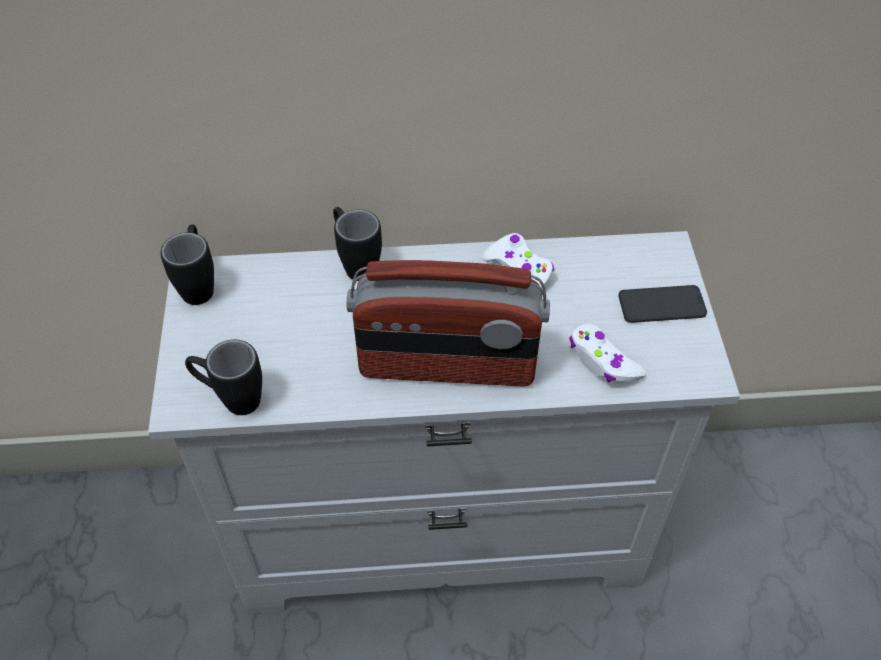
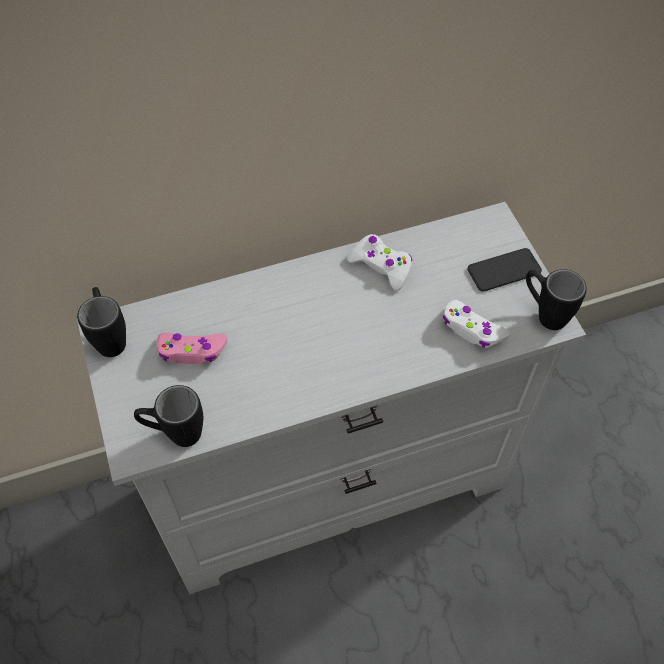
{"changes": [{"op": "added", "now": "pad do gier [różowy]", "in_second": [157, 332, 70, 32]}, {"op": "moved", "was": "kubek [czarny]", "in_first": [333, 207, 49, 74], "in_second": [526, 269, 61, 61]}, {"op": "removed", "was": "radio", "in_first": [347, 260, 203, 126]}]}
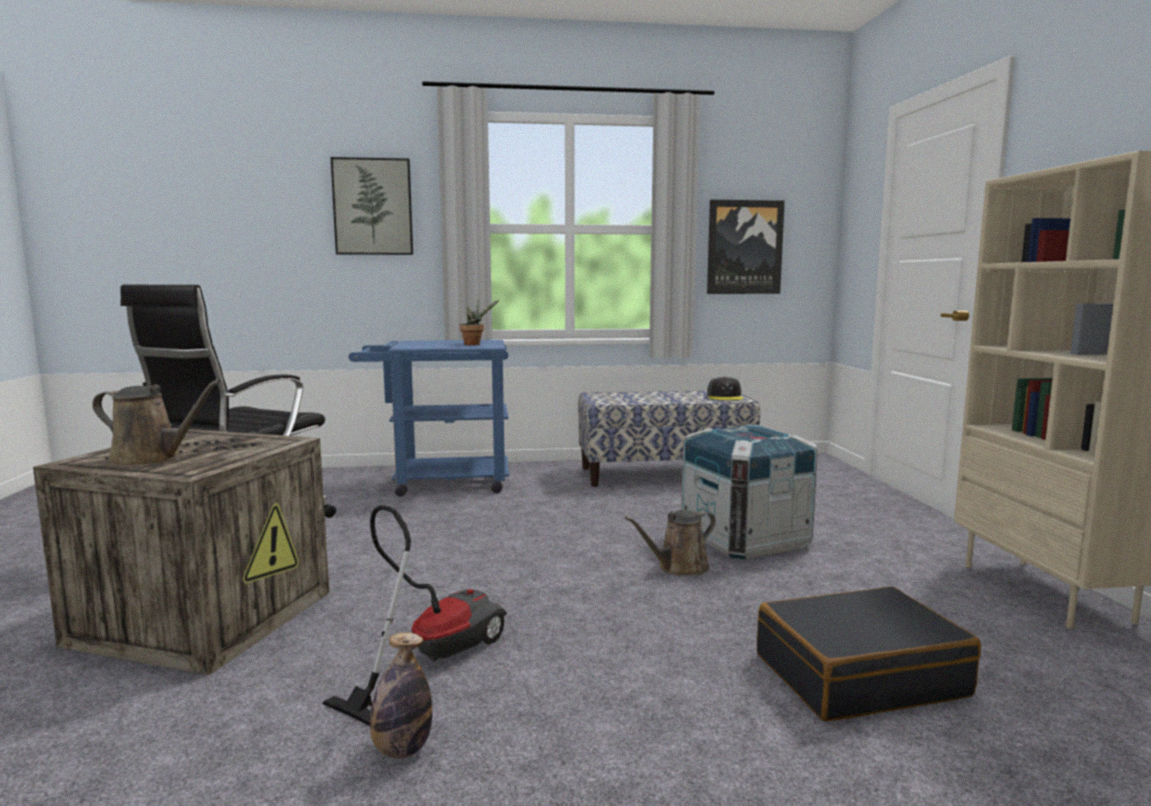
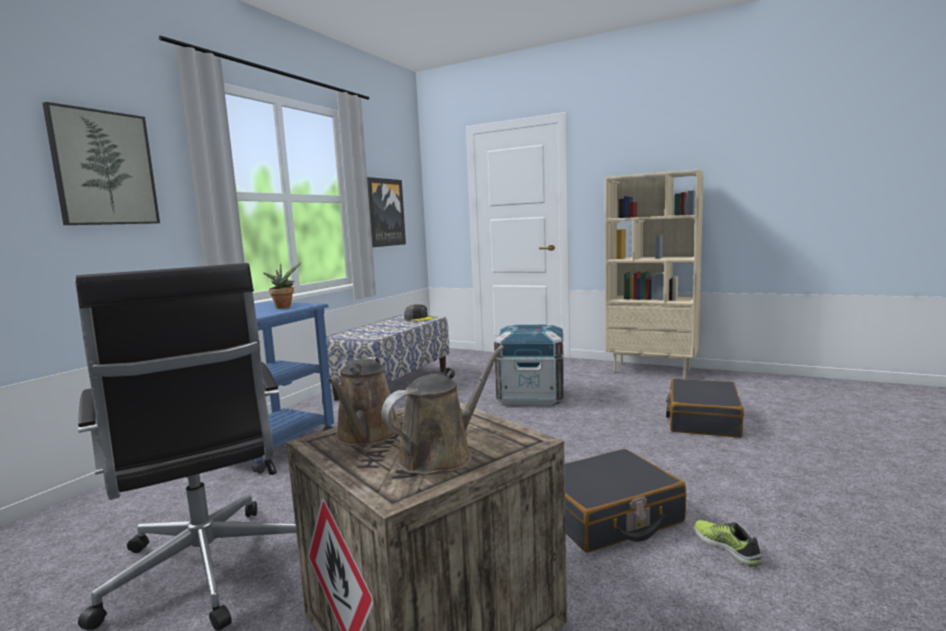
{"changes": [{"op": "moved", "was": "konewka [brązowy]", "in_first": [625, 510, 91, 66], "in_second": [327, 357, 75, 89]}, {"op": "replaced", "was": "odkurzacz", "now": "walizka [czarny]", "in_first": [322, 505, 185, 221], "in_second": [565, 449, 121, 104]}, {"op": "replaced", "was": "butelka", "now": "but", "in_first": [370, 632, 62, 127], "in_second": [694, 520, 69, 47]}]}
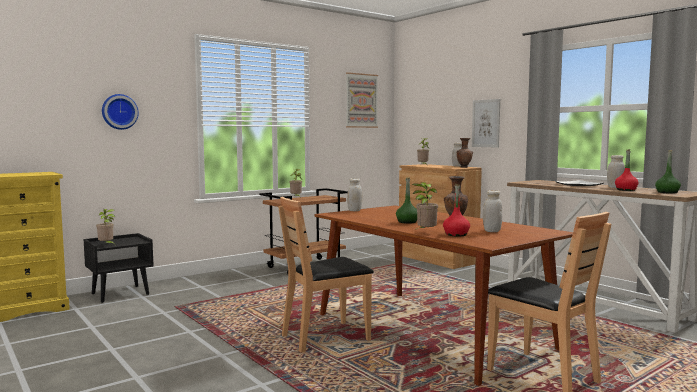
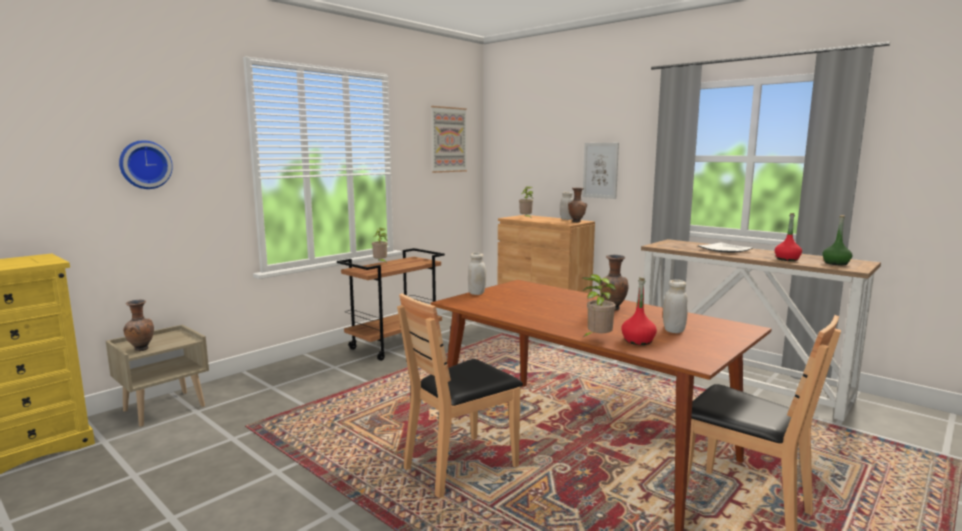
{"changes": [{"op": "recoloured", "was": "szafka nocna [czarny]", "now": "szafka nocna [beżowy]", "in_first": [84, 233, 70, 70], "in_second": [106, 325, 103, 102]}, {"op": "replaced", "was": "roślina doniczkowa", "now": "wazon [brązowy]", "in_first": [96, 209, 19, 35], "in_second": [123, 300, 31, 51]}, {"op": "removed", "was": "butelka [zielony]", "in_first": [396, 177, 21, 47]}, {"op": "removed", "was": "słoik [biały]", "in_first": [607, 155, 18, 33]}]}
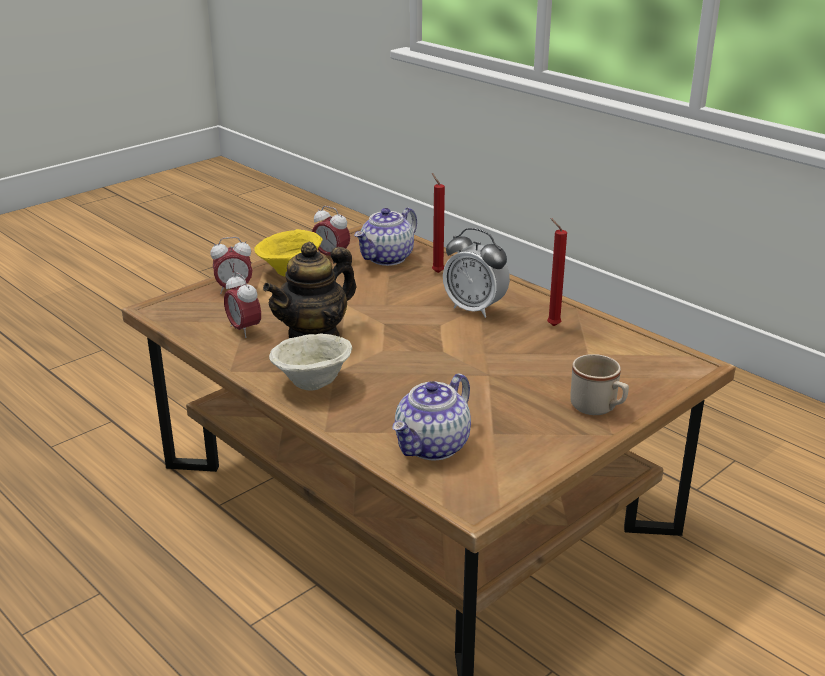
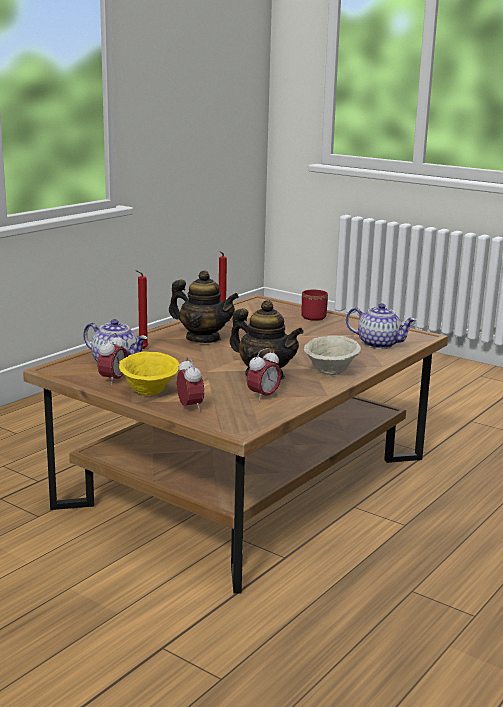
{"changes": [{"op": "replaced", "was": "budzik", "now": "imbryk", "in_first": [443, 228, 67, 90], "in_second": [169, 271, 70, 72]}, {"op": "recoloured", "was": "kubek [beżowy]", "now": "kubek [czerwony]", "in_first": [570, 354, 59, 61], "in_second": [301, 290, 27, 31]}]}
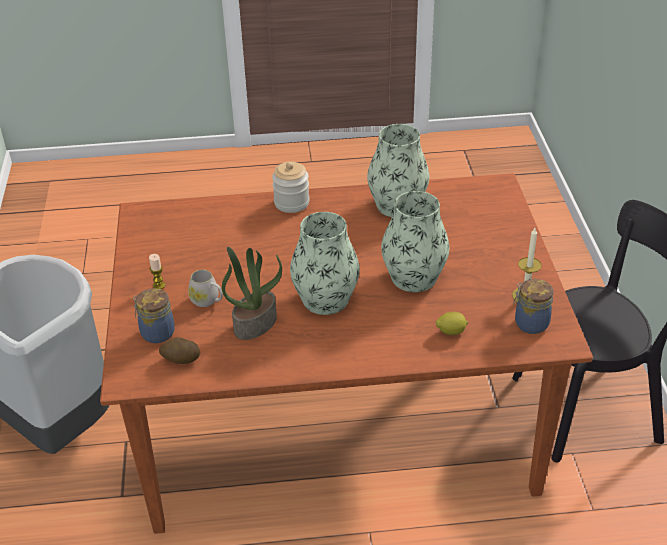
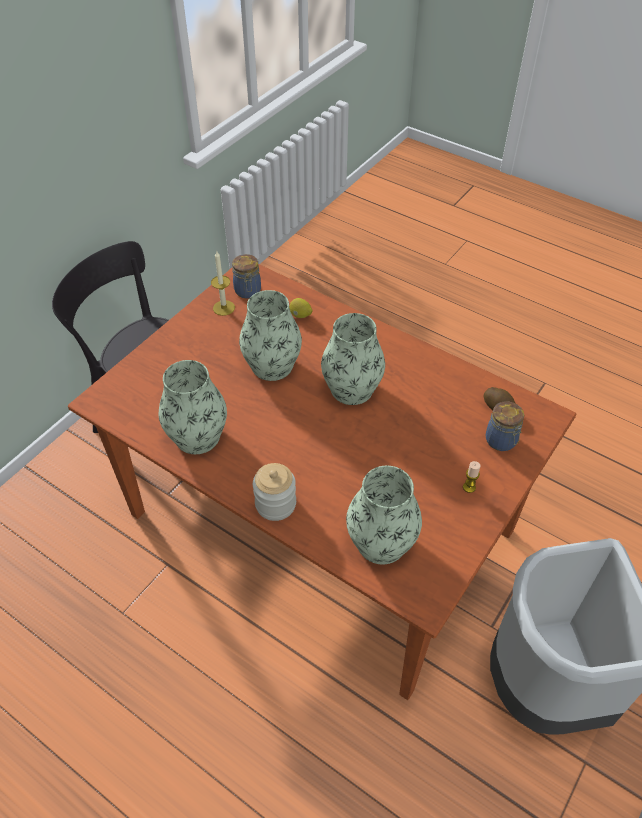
{"changes": [{"op": "added", "now": "wazon", "in_second": [346, 466, 76, 98]}, {"op": "removed", "was": "kubek [biały]", "in_first": [188, 270, 35, 37]}, {"op": "removed", "was": "roślina doniczkowa", "in_first": [222, 247, 60, 93]}]}
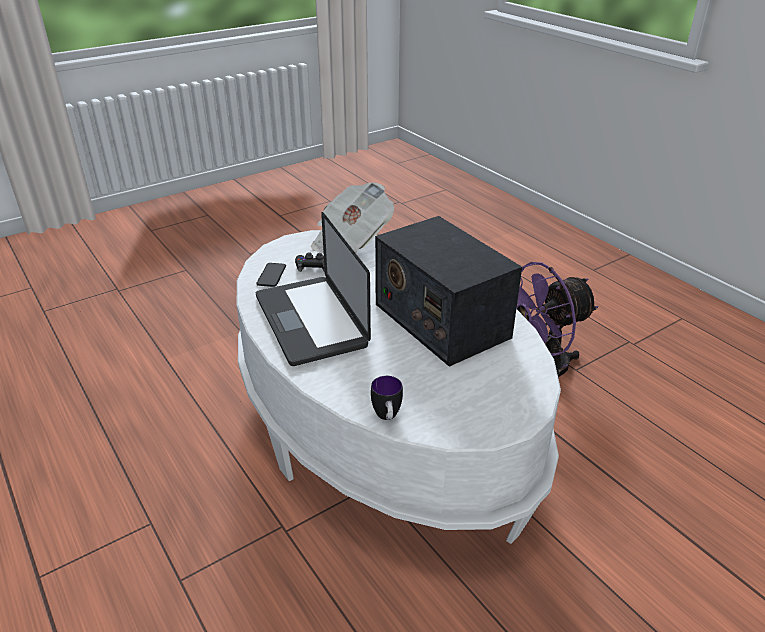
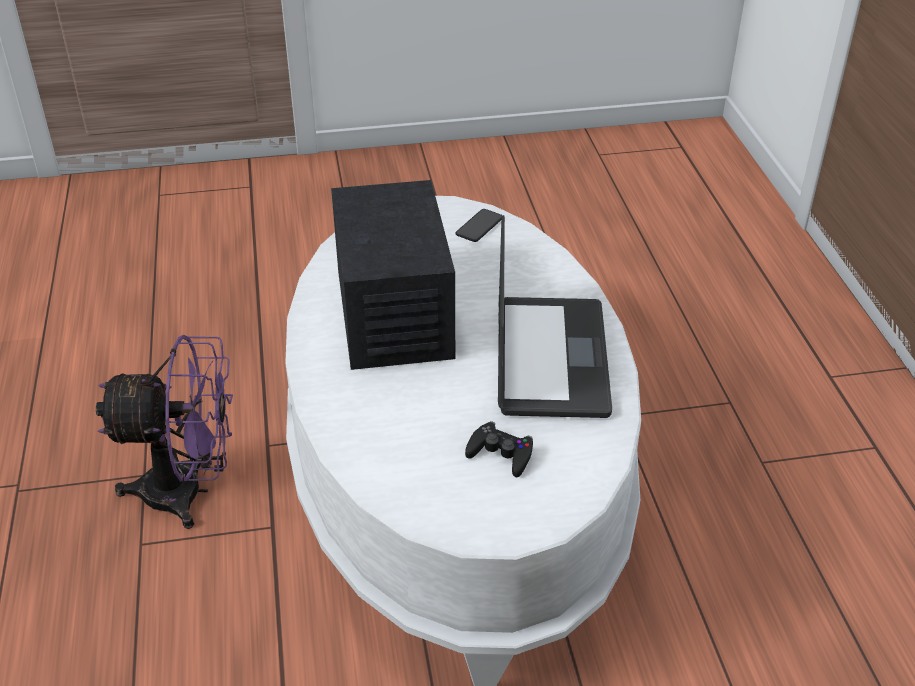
{"changes": [{"op": "moved", "was": "telefon", "in_first": [256, 263, 30, 24], "in_second": [456, 209, 47, 33]}, {"op": "removed", "was": "gazeta", "in_first": [311, 182, 83, 71]}, {"op": "removed", "was": "kubek", "in_first": [371, 376, 32, 44]}]}
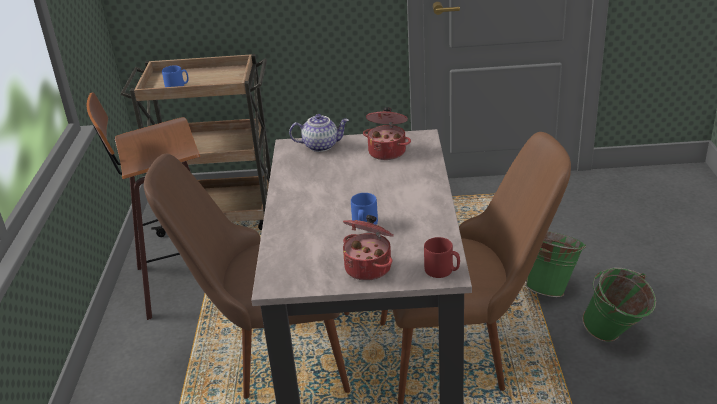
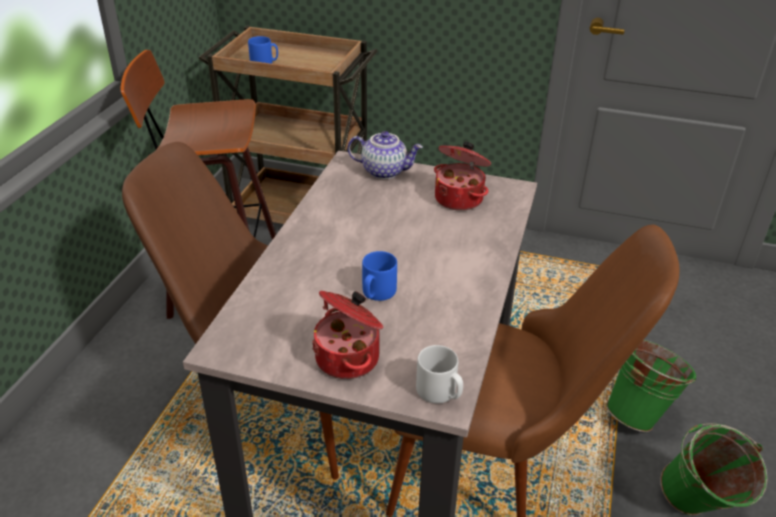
{"changes": [{"op": "recoloured", "was": "kubek [czerwony]", "now": "kubek [szary]", "in_first": [424, 237, 36, 41], "in_second": [416, 345, 47, 59]}]}
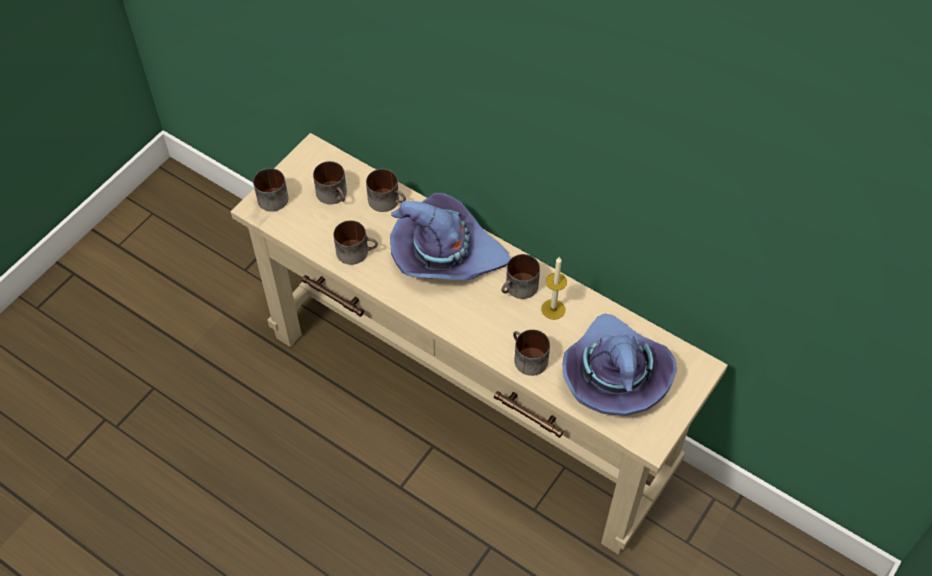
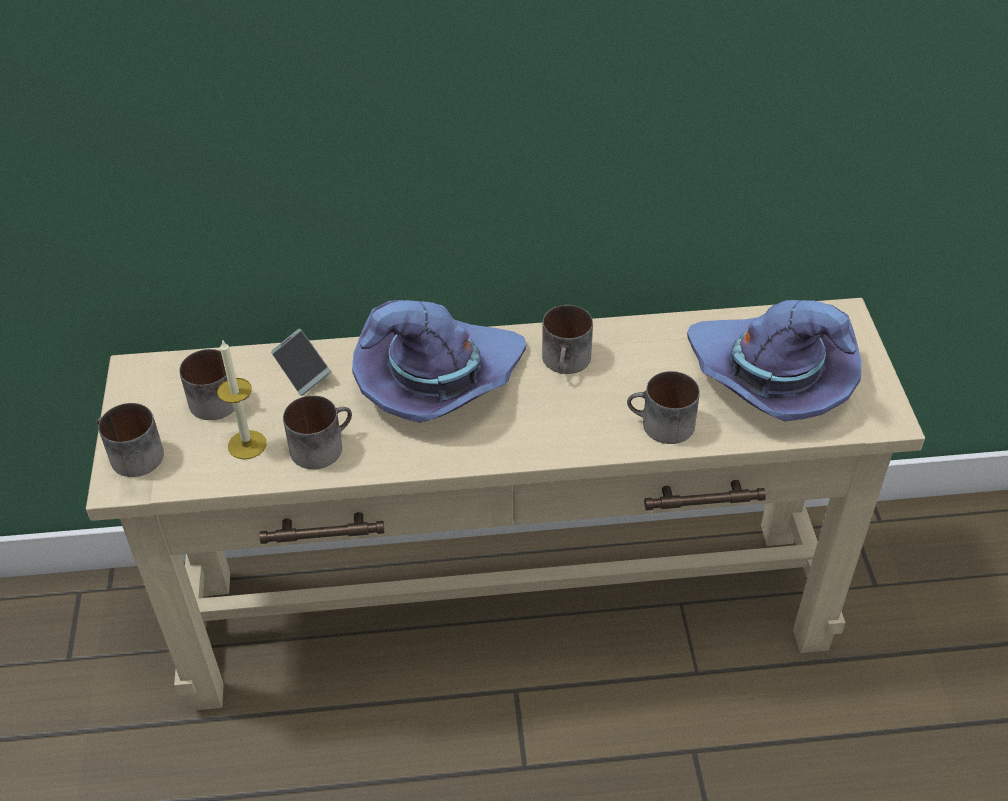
{"changes": [{"op": "moved", "was": "świeca", "in_first": [541, 257, 26, 63], "in_second": [217, 339, 50, 121]}, {"op": "replaced", "was": "kubek", "now": "telefon", "in_first": [366, 169, 40, 43], "in_second": [271, 329, 60, 67]}]}
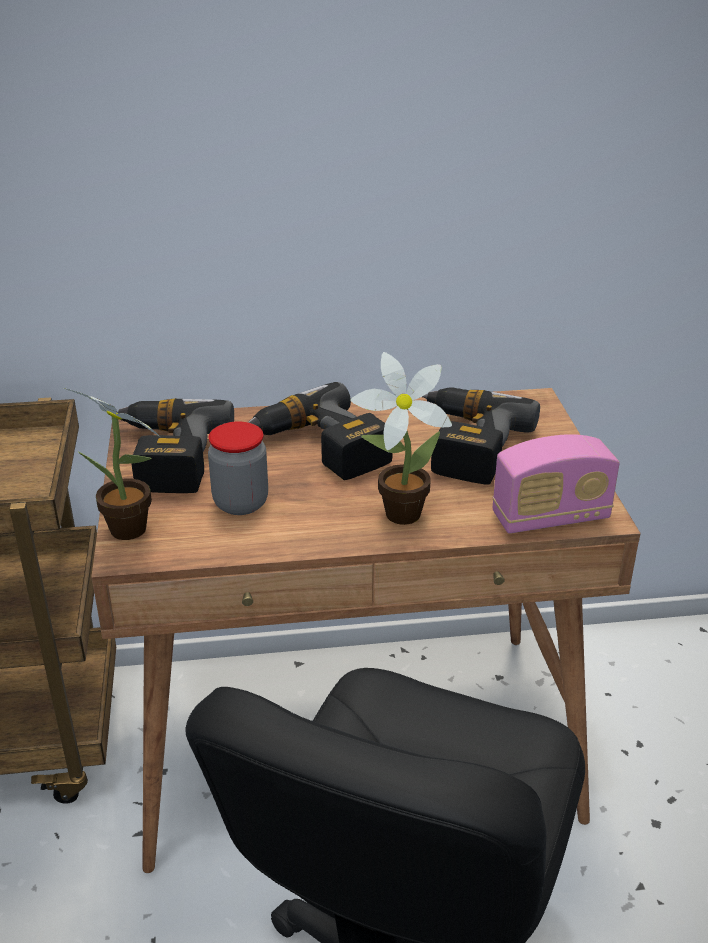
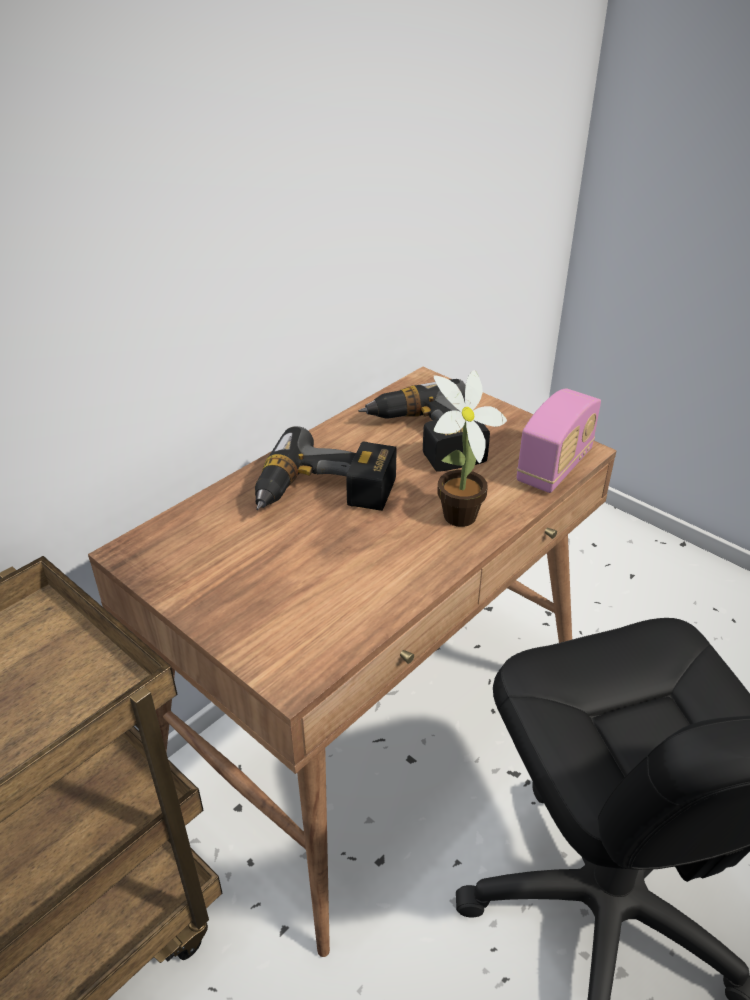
{"changes": [{"op": "removed", "was": "roślina doniczkowa", "in_first": [64, 388, 96, 152]}, {"op": "removed", "was": "wiertarka", "in_first": [117, 398, 117, 95]}, {"op": "removed", "was": "słoik", "in_first": [208, 421, 60, 94]}]}
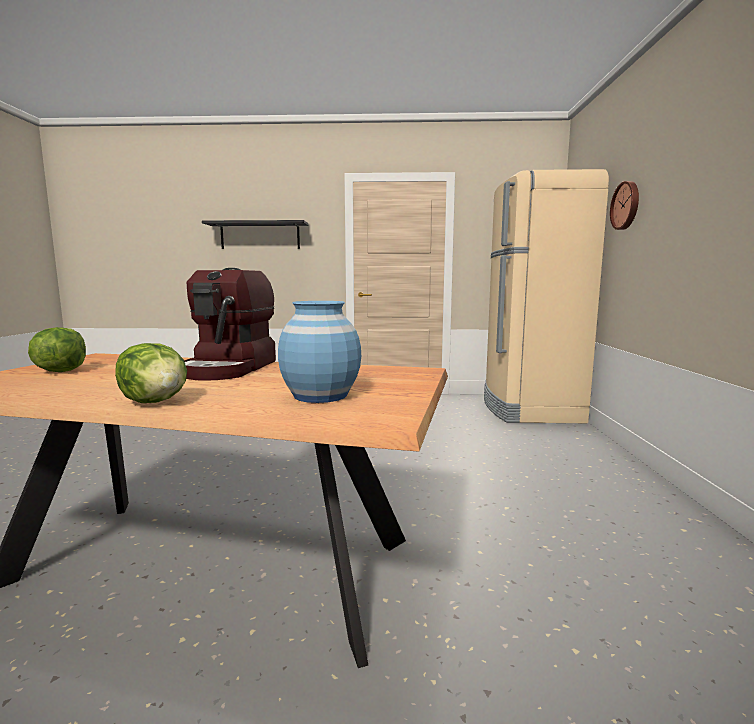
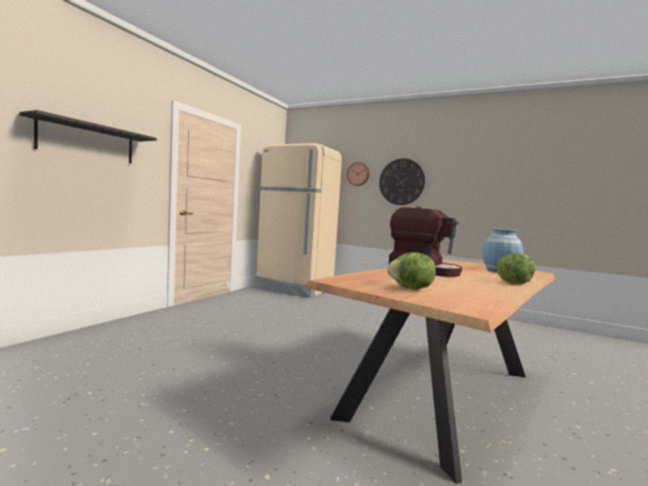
{"changes": [{"op": "added", "now": "zegar ścienny", "in_second": [379, 158, 46, 47]}]}
